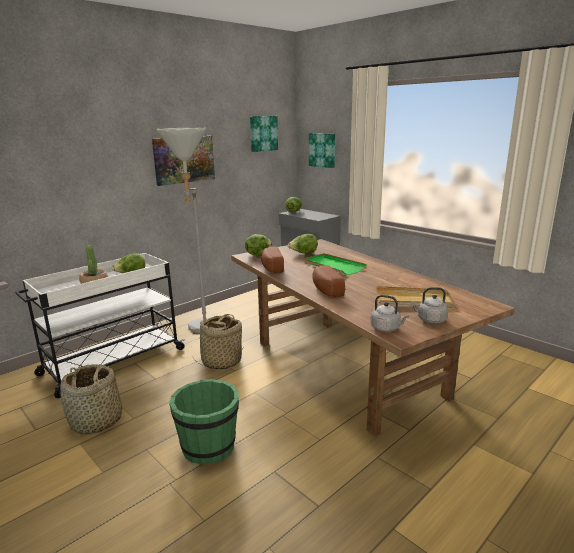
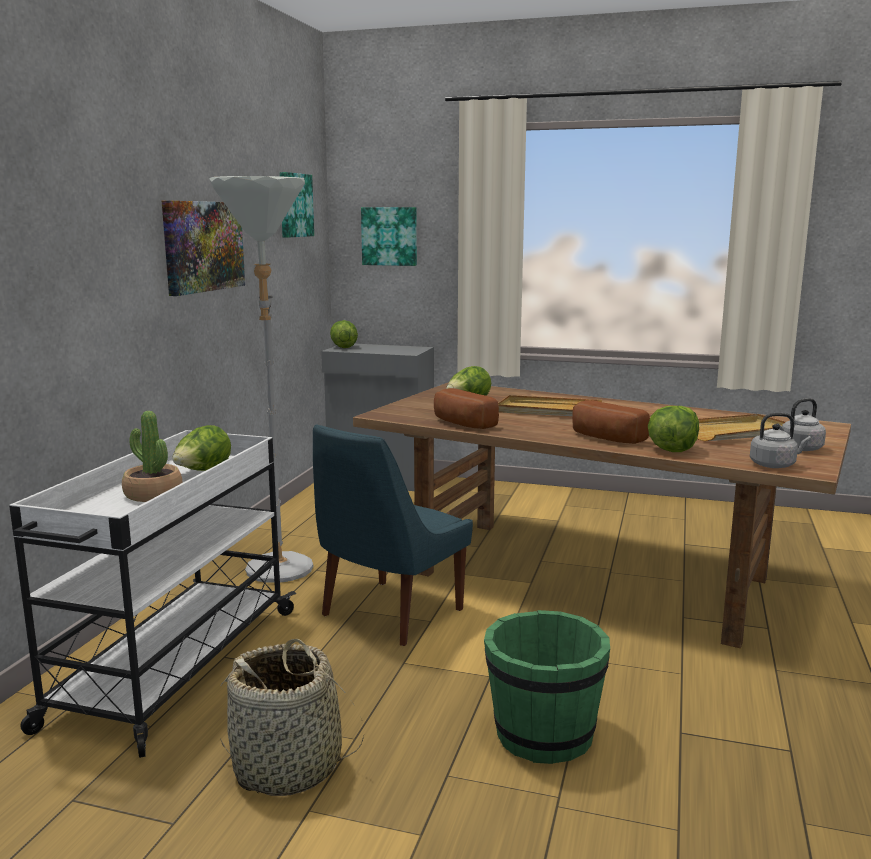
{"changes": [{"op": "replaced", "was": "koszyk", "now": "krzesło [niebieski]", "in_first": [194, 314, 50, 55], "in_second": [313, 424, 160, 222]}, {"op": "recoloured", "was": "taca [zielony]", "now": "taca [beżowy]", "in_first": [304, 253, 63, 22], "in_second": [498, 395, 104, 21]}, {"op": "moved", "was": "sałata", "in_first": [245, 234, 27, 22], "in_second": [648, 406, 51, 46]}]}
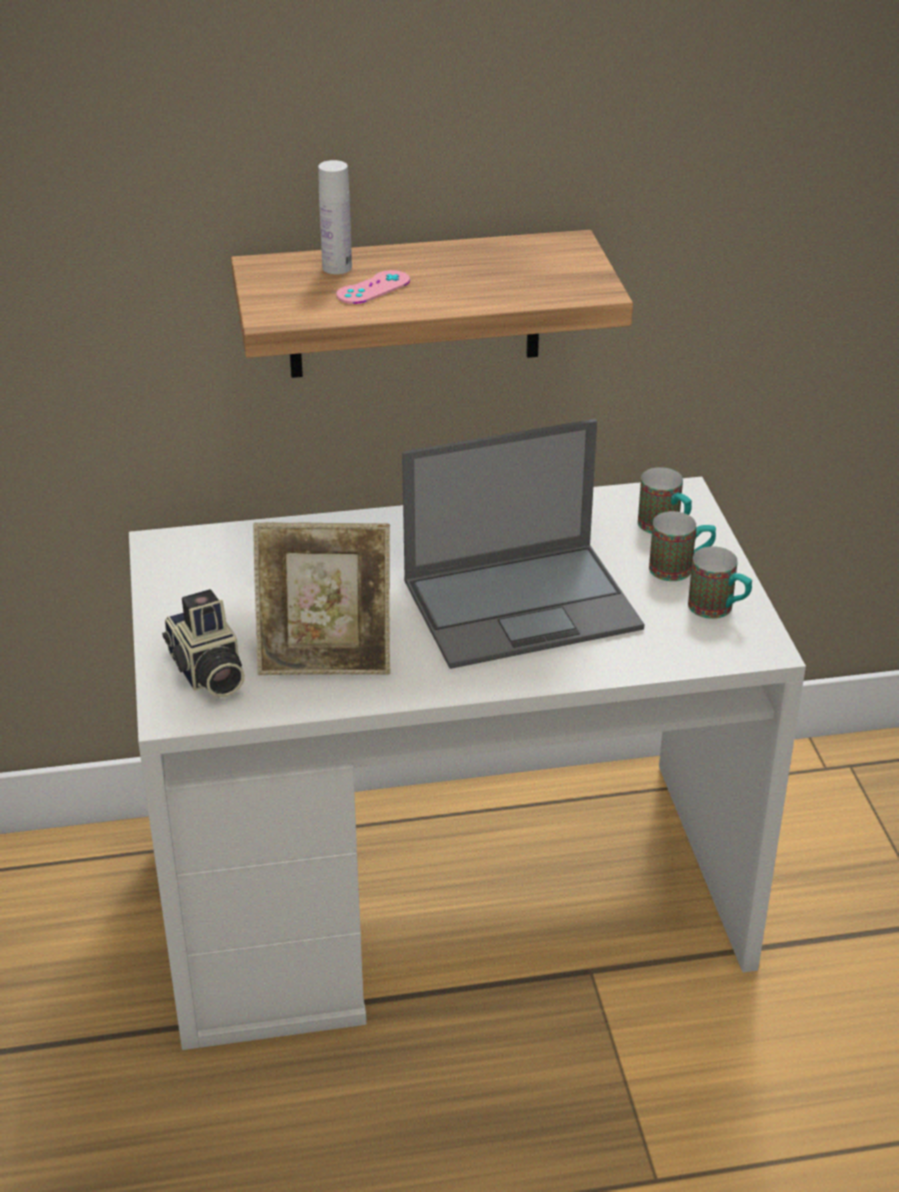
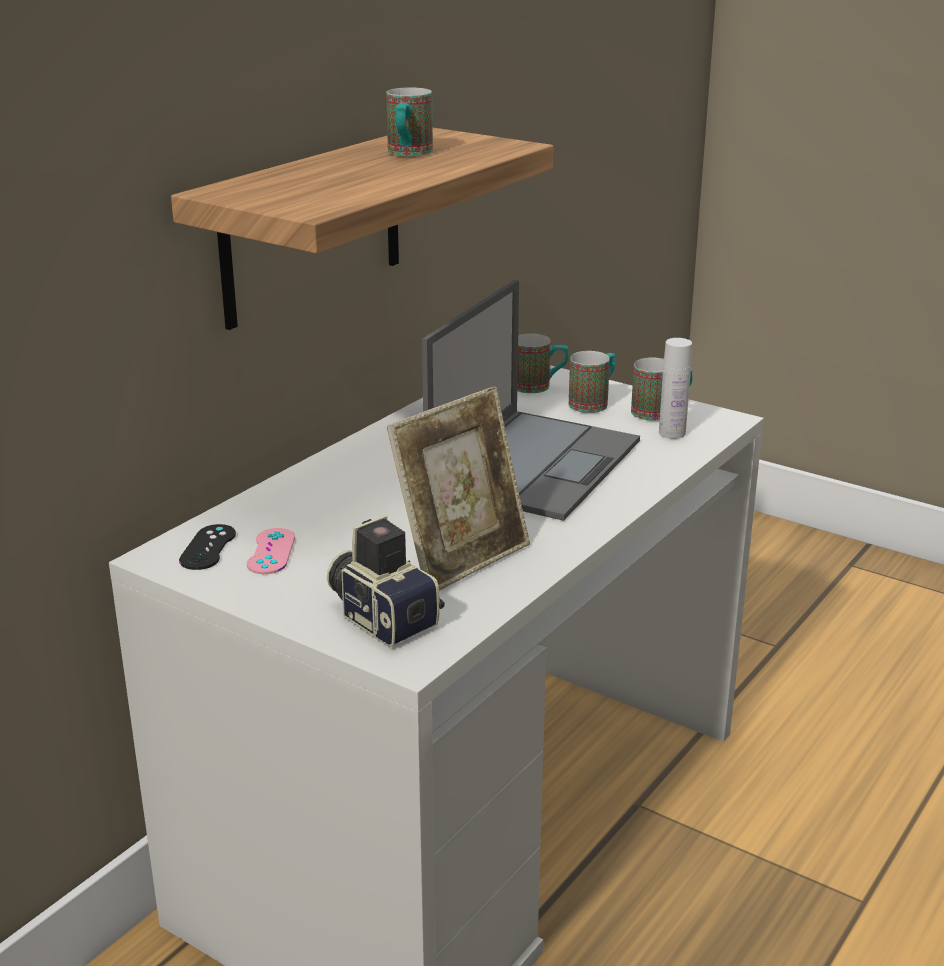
{"changes": [{"op": "added", "now": "pad do gier [czarny]", "in_second": [179, 524, 57, 46]}, {"op": "moved", "was": "pad do gier [różowy]", "in_first": [336, 270, 74, 34], "in_second": [247, 528, 48, 46]}, {"op": "turned", "was": "aparat fotograficzny", "in_first": [162, 589, 83, 108], "in_second": [327, 515, 117, 132], "clockwise": -150}, {"op": "added", "now": "kubek", "in_second": [386, 88, 47, 68]}, {"op": "moved", "was": "butelka [biały]", "in_first": [318, 160, 34, 114], "in_second": [659, 338, 33, 101]}]}
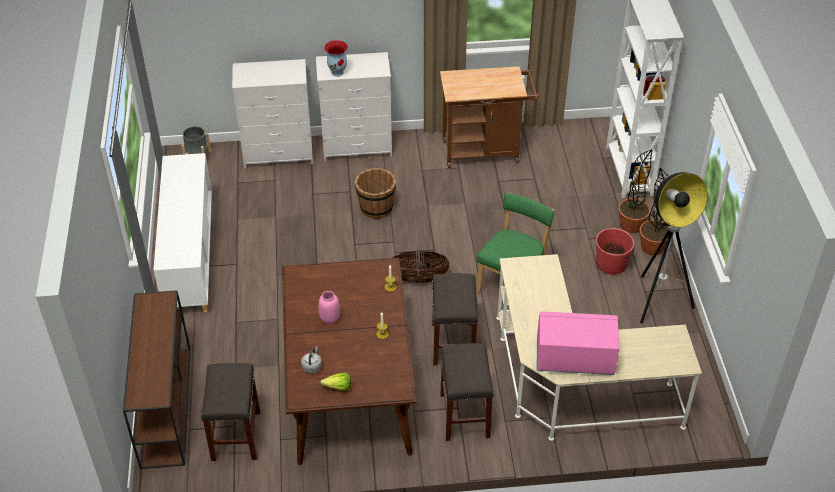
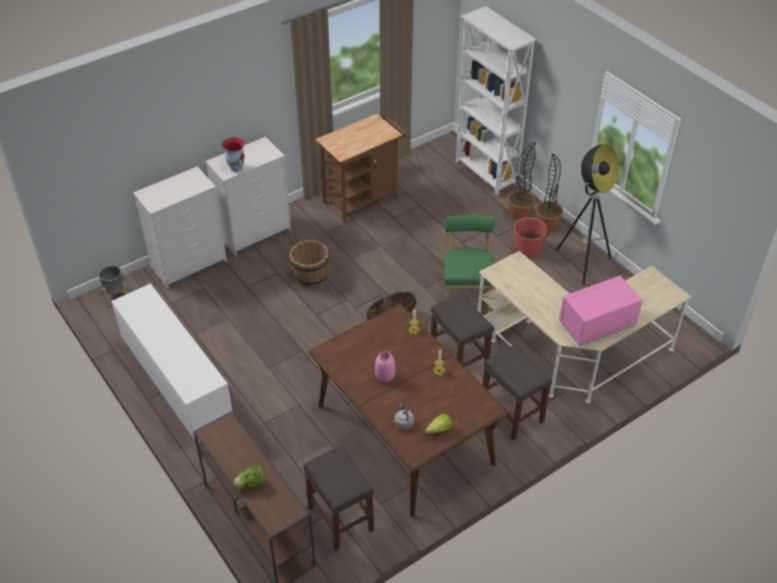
{"changes": [{"op": "added", "now": "sałata", "in_second": [234, 465, 31, 23]}]}
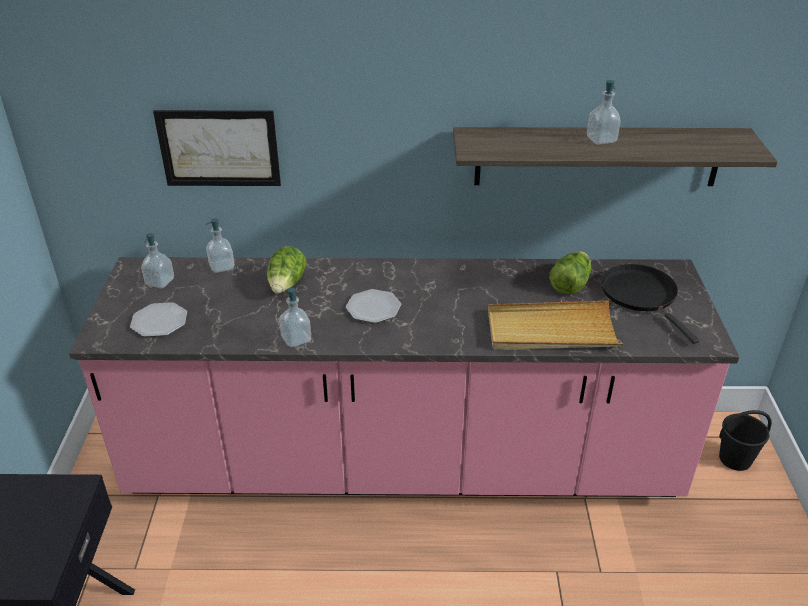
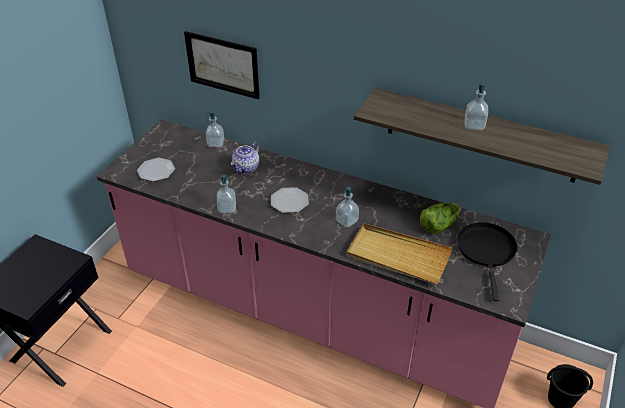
{"changes": [{"op": "replaced", "was": "sałata", "now": "imbryk", "in_first": [266, 246, 41, 47], "in_second": [231, 142, 29, 32]}, {"op": "moved", "was": "dozownik mydła", "in_first": [141, 233, 33, 55], "in_second": [336, 187, 23, 40]}]}
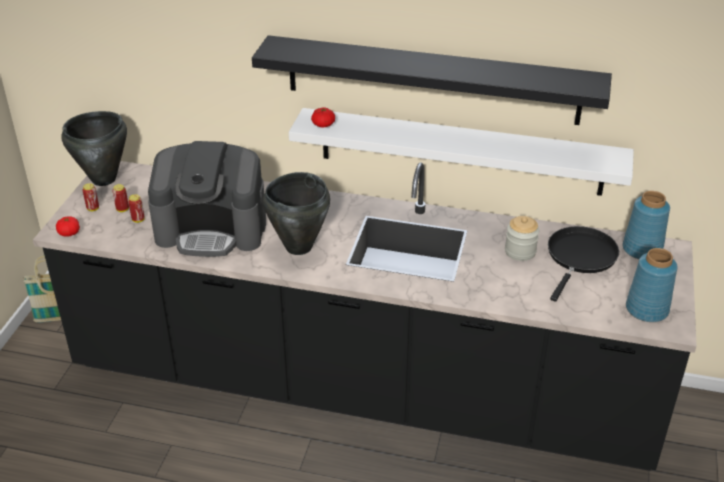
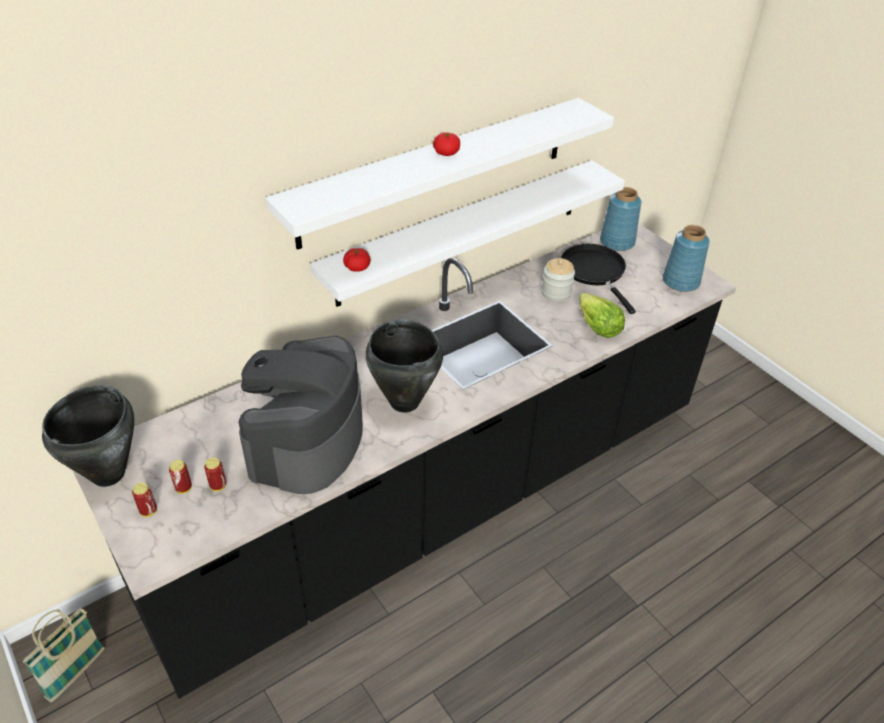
{"changes": [{"op": "turned", "was": "ekspres do kawy", "in_first": [148, 141, 118, 116], "in_second": [238, 336, 125, 158], "clockwise": 150}, {"op": "recoloured", "was": "półka [czarny]", "now": "półka [biały]", "in_first": [252, 35, 360, 90], "in_second": [265, 98, 349, 152]}, {"op": "moved", "was": "pomidor", "in_first": [56, 216, 24, 21], "in_second": [433, 132, 27, 24]}, {"op": "added", "now": "sałata", "in_second": [579, 292, 46, 46]}]}
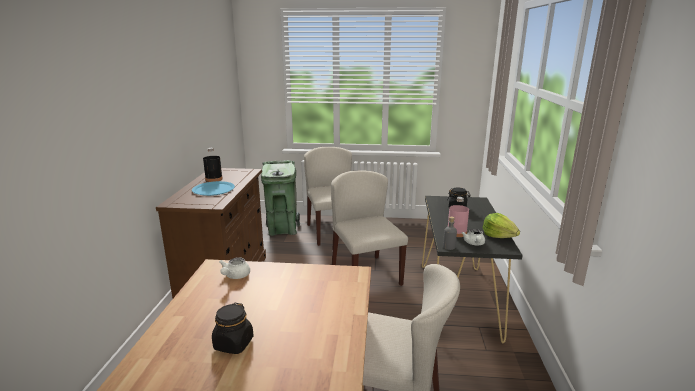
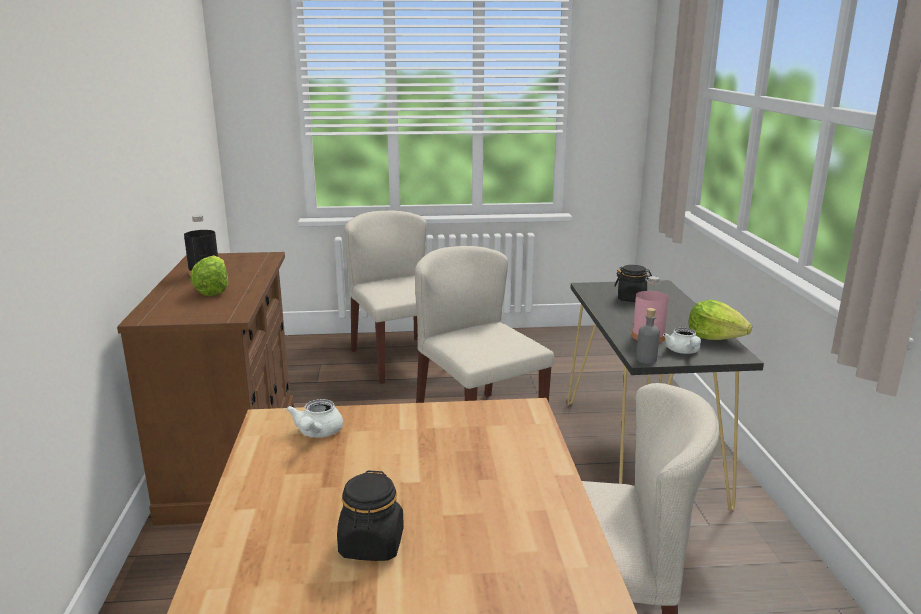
{"changes": [{"op": "replaced", "was": "talerz [niebieski]", "now": "sałata", "in_first": [192, 181, 43, 15], "in_second": [190, 255, 38, 41]}, {"op": "removed", "was": "kosz na śmieci [zielony]", "in_first": [261, 160, 39, 76]}]}
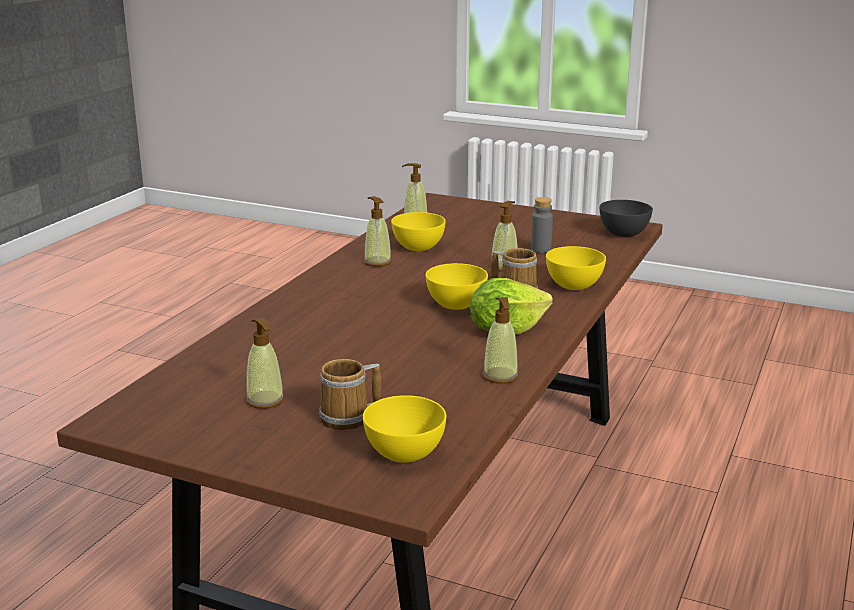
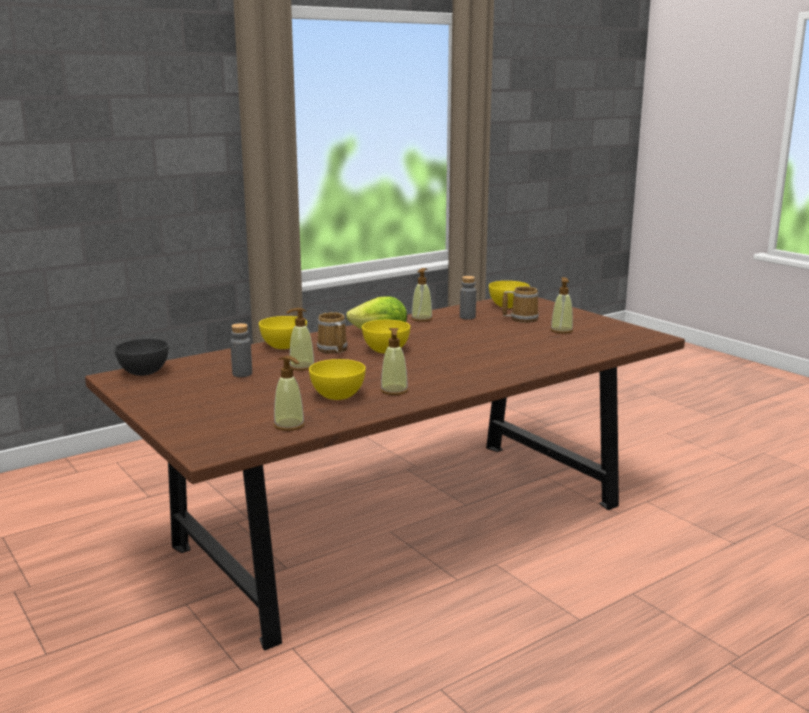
{"changes": [{"op": "added", "now": "butelka [szary]", "in_second": [460, 276, 16, 44]}]}
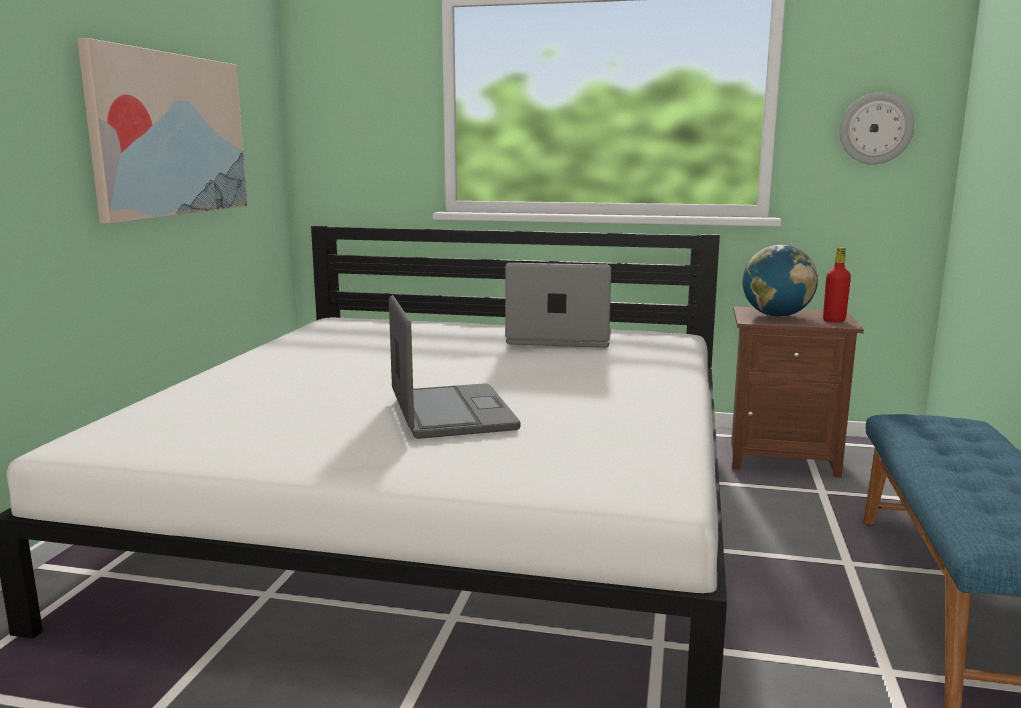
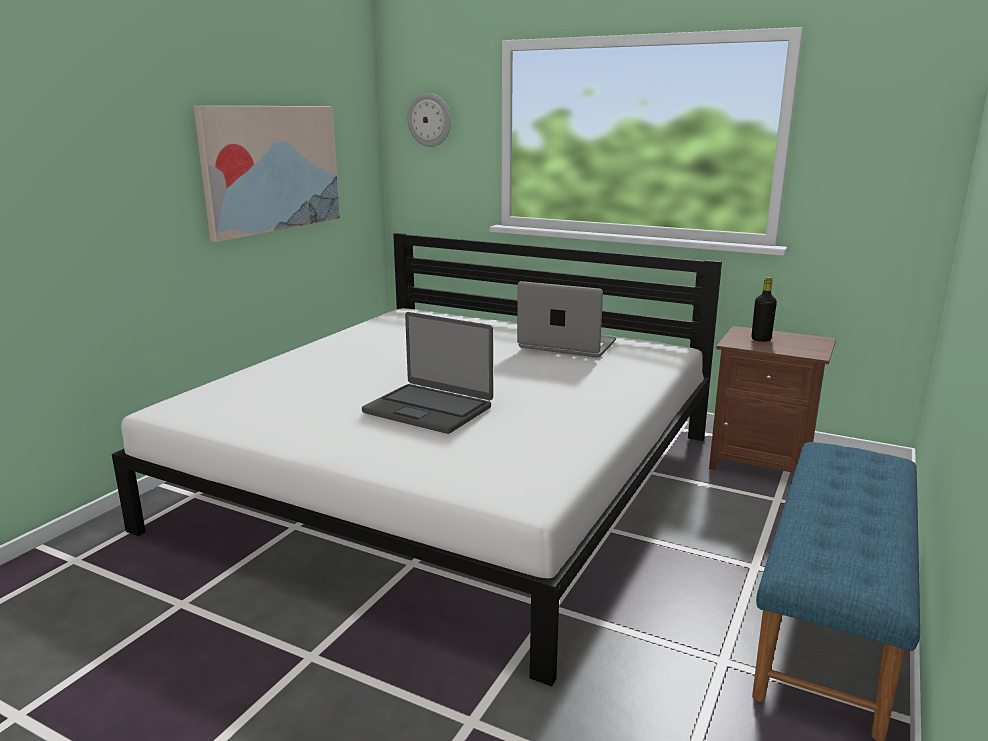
{"changes": [{"op": "turned", "was": "laptop", "in_first": [389, 295, 131, 144], "in_second": [362, 312, 131, 122], "clockwise": 120}, {"op": "moved", "was": "zegar ścienny", "in_first": [839, 92, 75, 73], "in_second": [408, 93, 43, 54]}, {"op": "replaced", "was": "globus", "now": "butelka [czarny]", "in_first": [742, 245, 76, 72], "in_second": [751, 277, 26, 65]}, {"op": "removed", "was": "butelka [czerwony]", "in_first": [823, 247, 28, 75]}]}
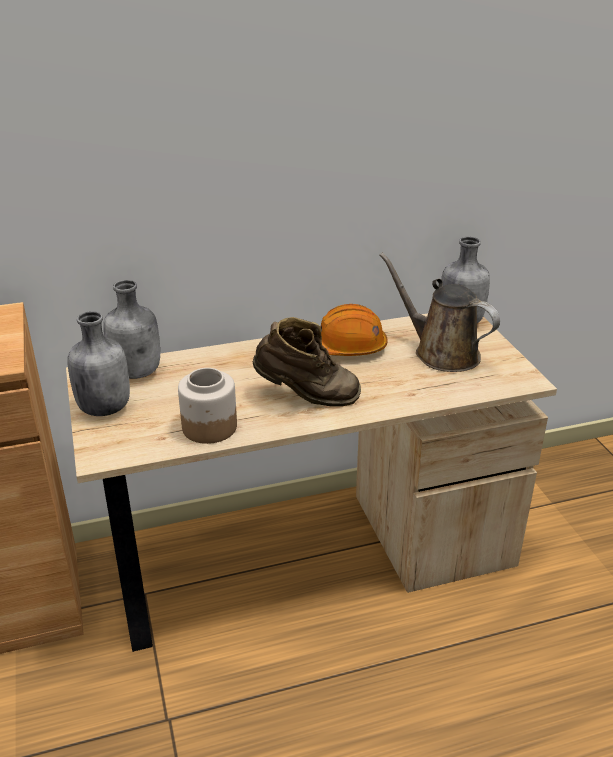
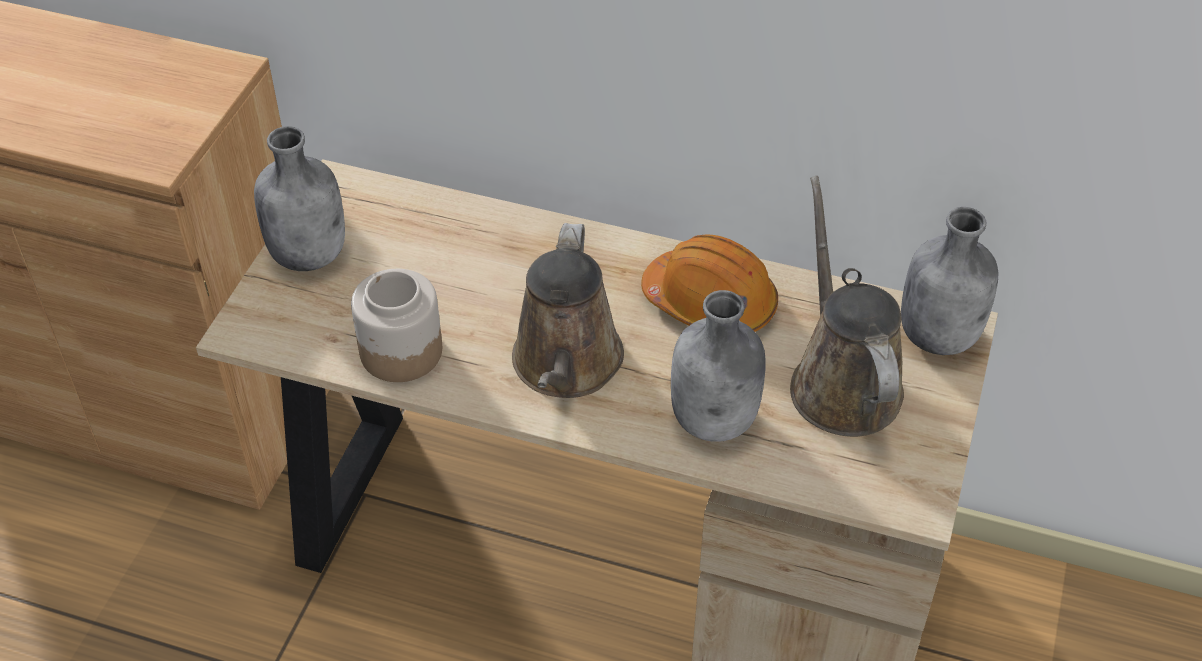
{"changes": [{"op": "replaced", "was": "but z cholewką [brązowy]", "now": "konewka [brązowy]", "in_first": [253, 317, 108, 90], "in_second": [512, 223, 112, 175]}, {"op": "moved", "was": "butelka [szary]", "in_first": [103, 280, 57, 99], "in_second": [671, 290, 95, 152]}]}
